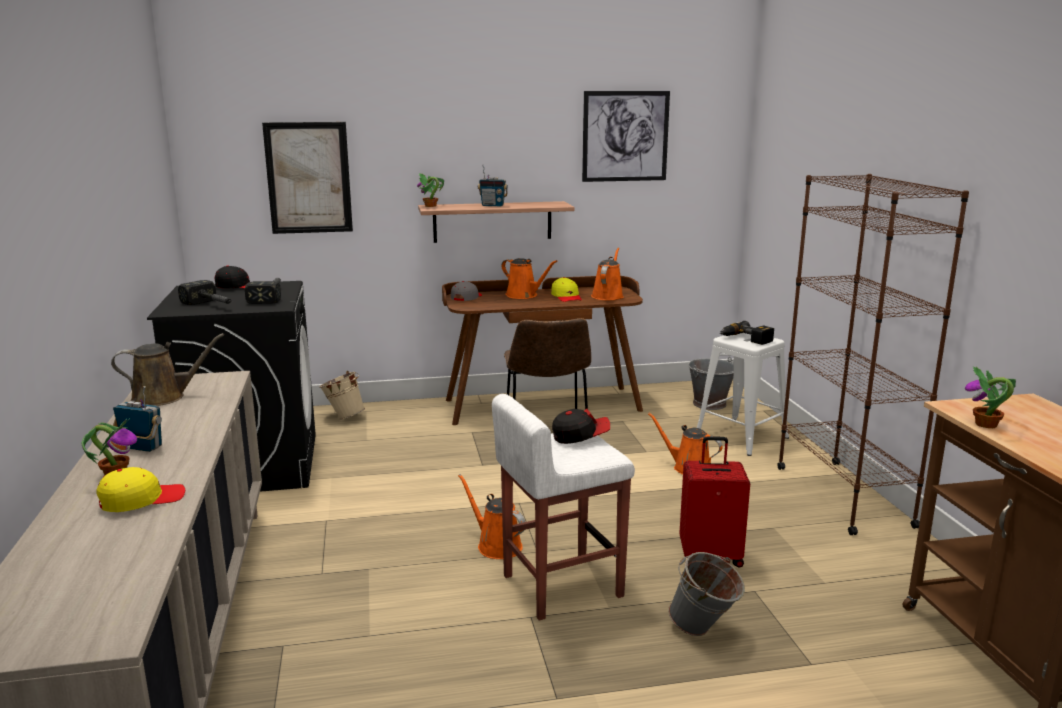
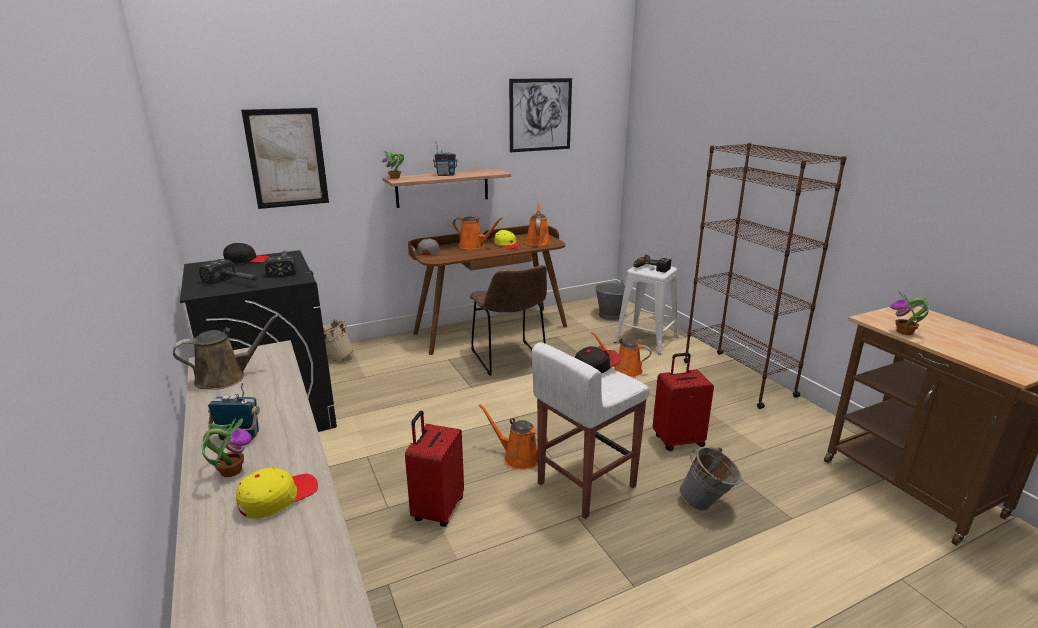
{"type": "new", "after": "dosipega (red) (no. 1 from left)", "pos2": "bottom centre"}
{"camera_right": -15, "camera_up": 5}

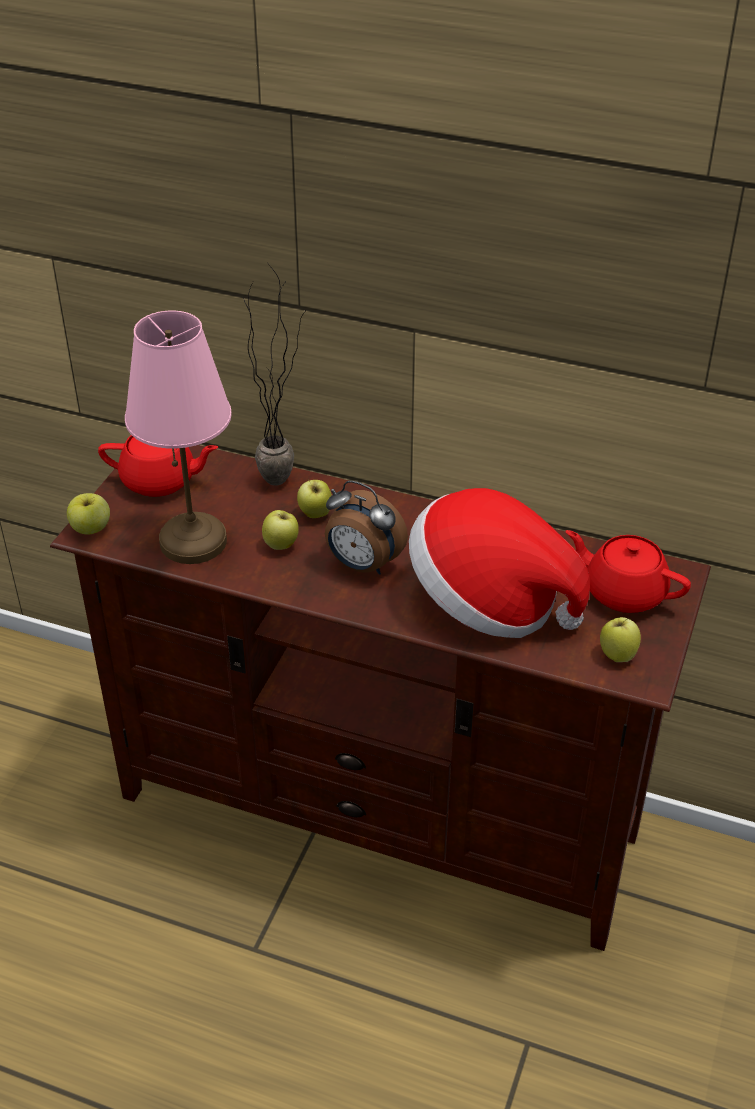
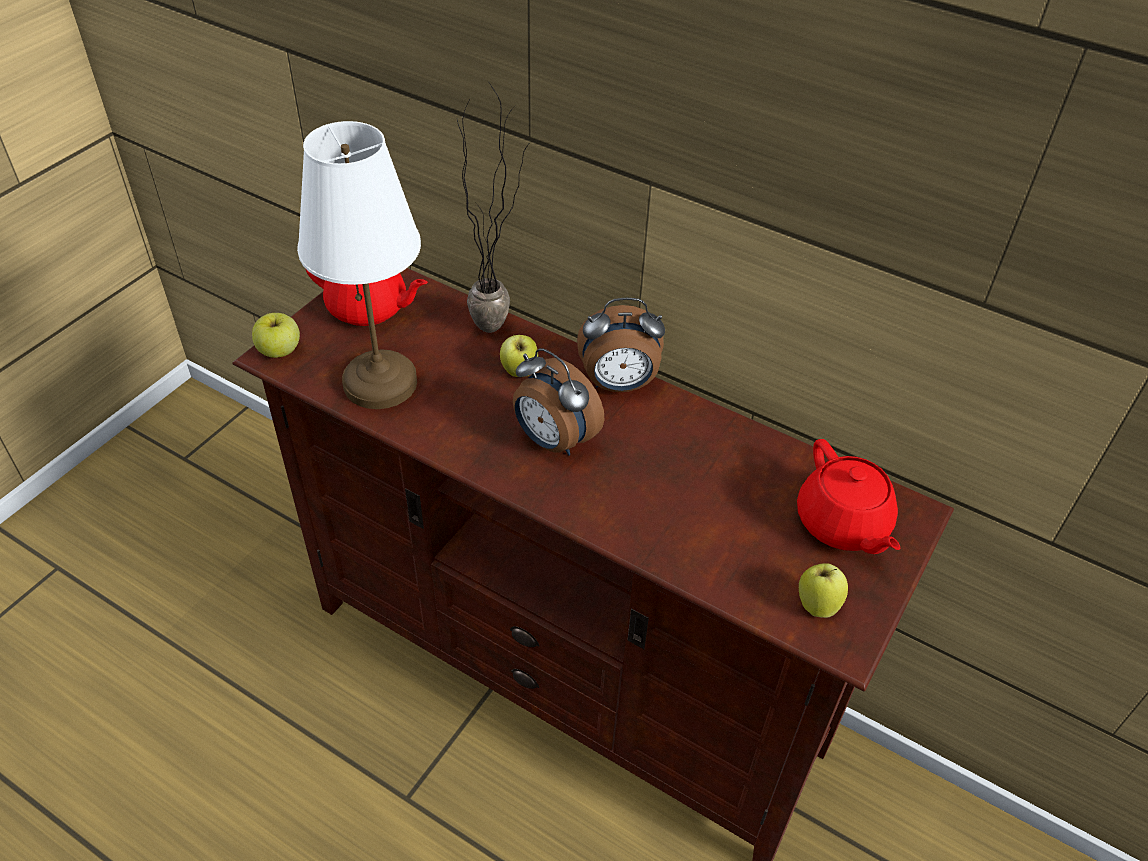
{"type": "repainted", "before": "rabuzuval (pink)", "after": "rabuzuval (white)", "pos1": "middle left", "pos2": "top left"}
{"type": "new", "after": "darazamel (no. 2 from left)", "pos2": "centre"}
{"type": "rotated", "before": "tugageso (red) (no. 2 from left)", "pos1": "middle right", "pos2": "middle right", "turn": -150}
{"type": "gone", "before": "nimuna (no. 2 from left)", "pos1": "centre"}
{"type": "gone", "before": "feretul", "pos1": "centre"}
{"camera_right": 10, "camera_up": 5}

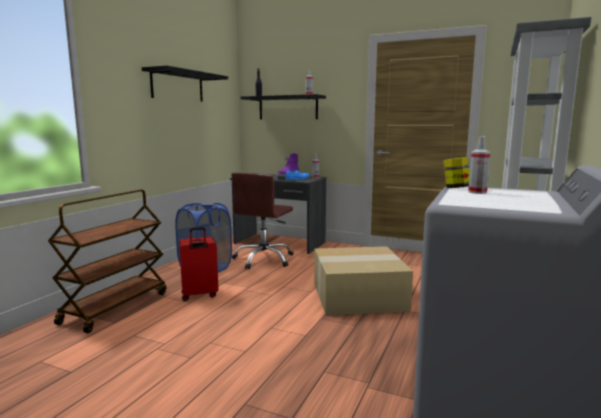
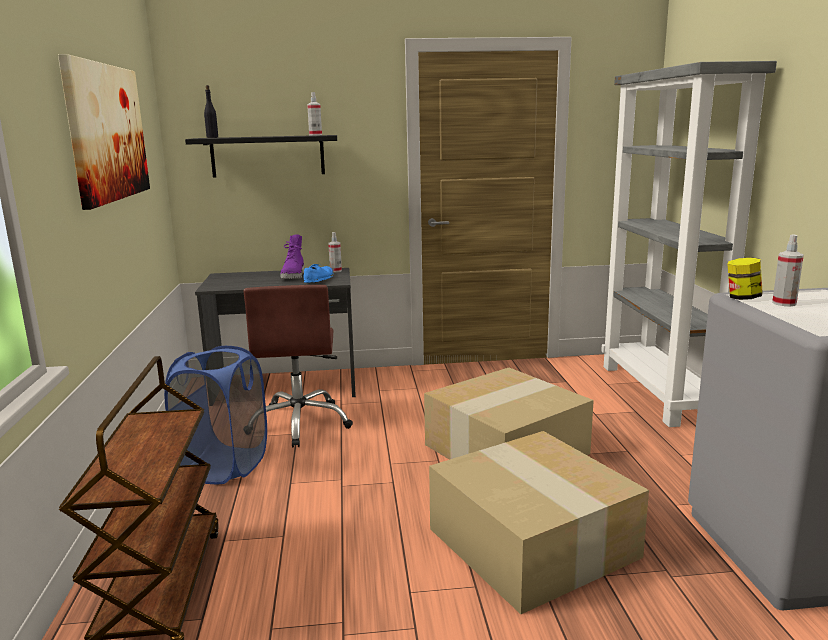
{"type": "swapped", "before": "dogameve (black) (no. 1 from left)", "after": "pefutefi", "pos1": "top left", "pos2": "top left"}
{"type": "new", "after": "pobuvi (no. 2 from left)", "pos2": "bottom centre"}
{"type": "gone", "before": "dosipega (red)", "pos1": "middle left"}
{"camera_right": -30, "camera_up": 5}

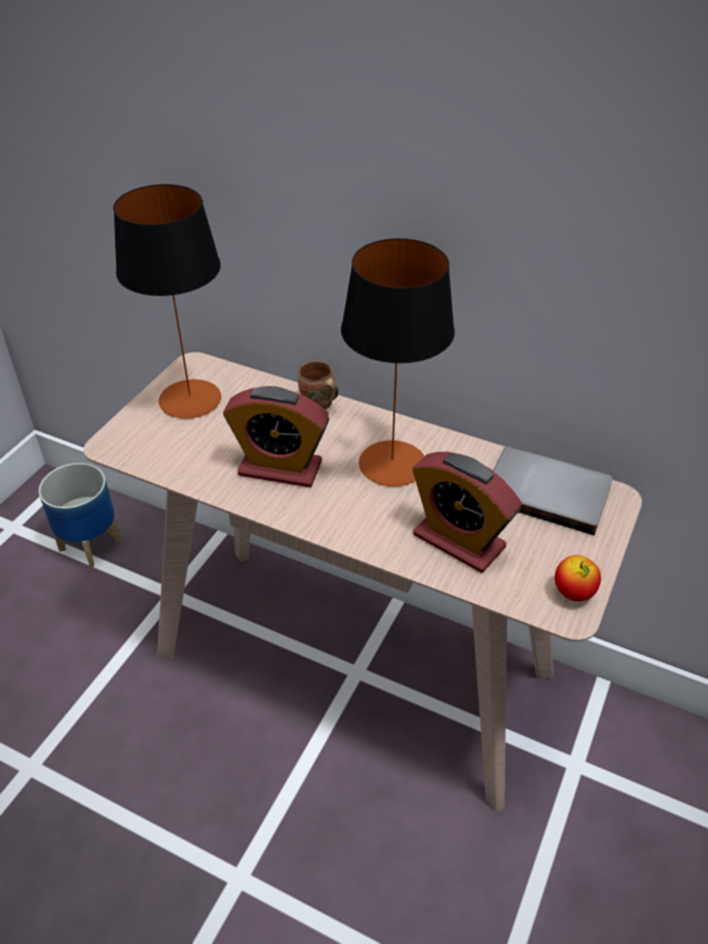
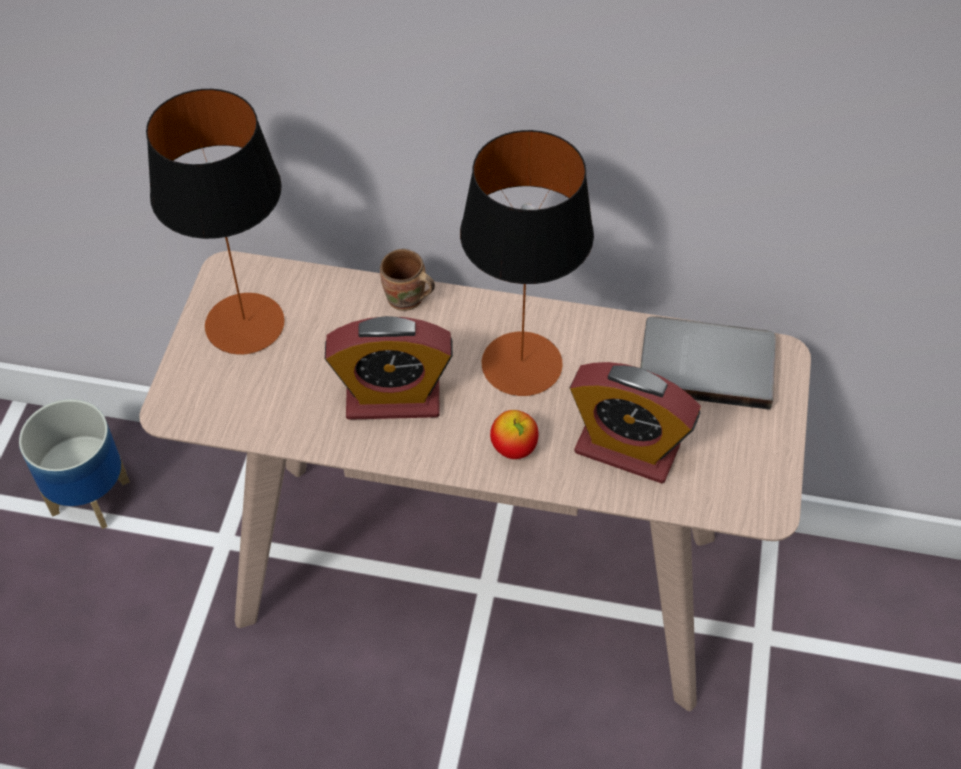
{"type": "shifted", "before": "nimuna", "pos1": "middle right", "pos2": "centre"}
{"camera_right": -15, "camera_up": 10}

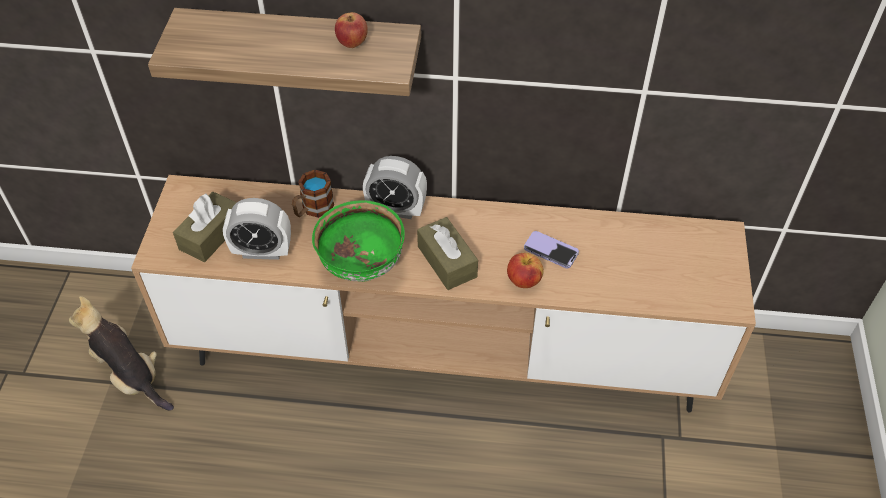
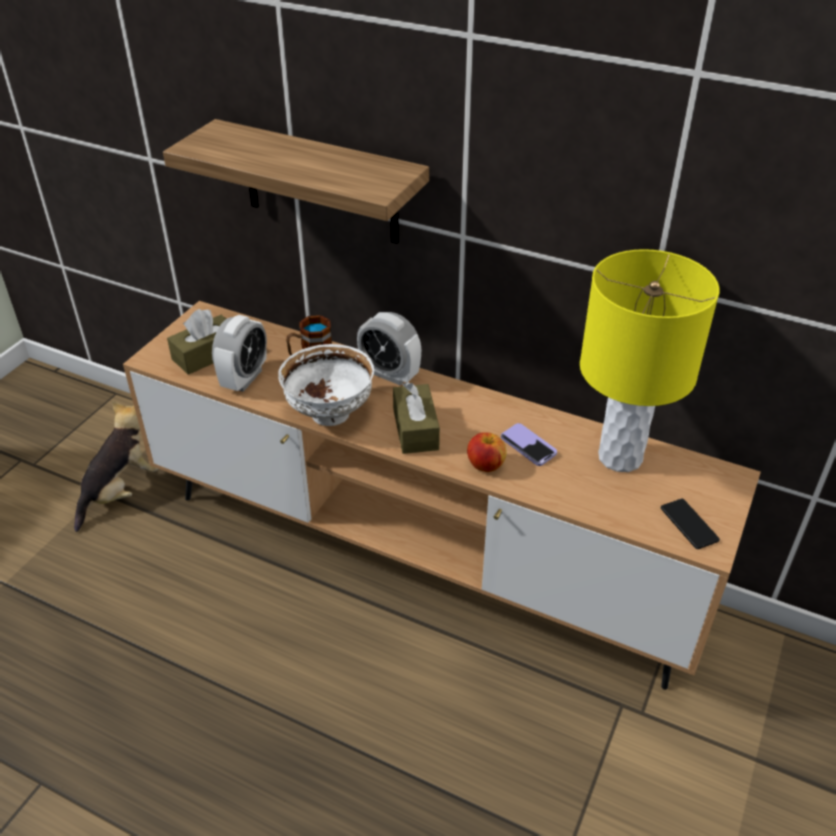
{"type": "rotated", "before": "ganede", "pos1": "bottom left", "pos2": "middle left", "turn": 60}
{"type": "rotated", "before": "darazamel (no. 1 from left)", "pos1": "middle left", "pos2": "middle left", "turn": -90}
{"type": "repainted", "before": "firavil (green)", "after": "firavil (white)", "pos1": "centre", "pos2": "centre"}
{"type": "new", "after": "rabuzuval (yellow)", "pos2": "middle right"}
{"type": "new", "after": "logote (no. 2 from left)", "pos2": "middle right"}
{"type": "gone", "before": "nimuna (no. 1 from left)", "pos1": "top centre"}
{"camera_right": 20, "camera_up": -10}

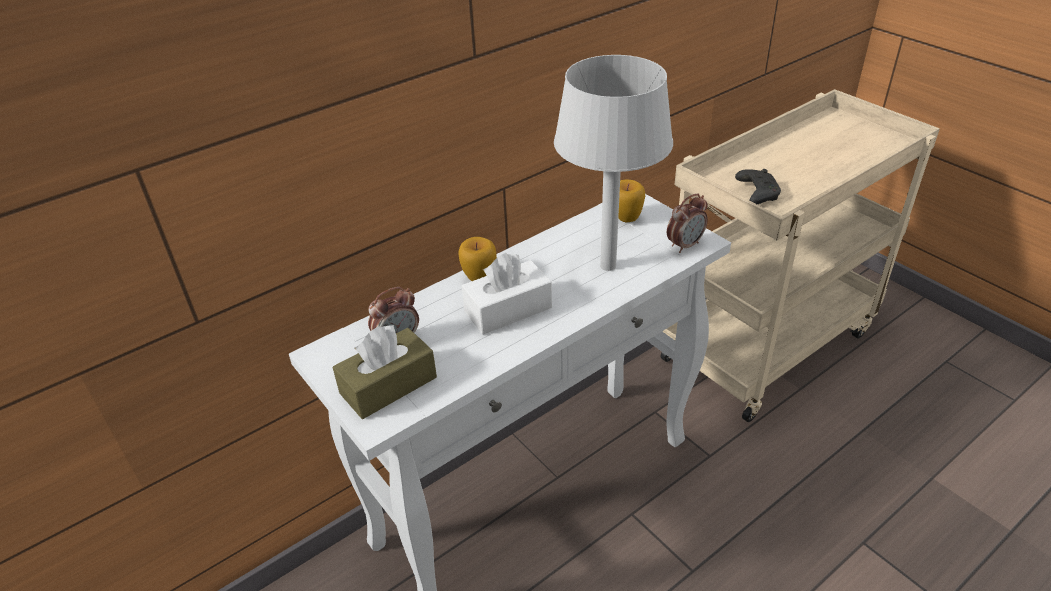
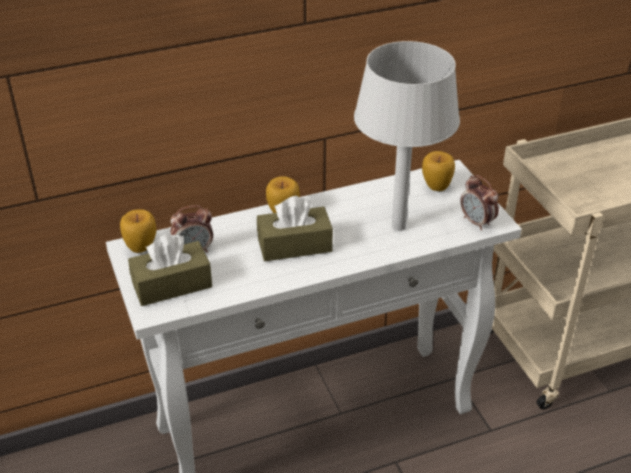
{"type": "new", "after": "nimuna (no. 1 from left)", "pos2": "middle left"}
{"type": "repainted", "before": "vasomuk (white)", "after": "vasomuk (brown) (no. 2 from left)", "pos1": "centre", "pos2": "centre"}
{"type": "rotated", "before": "darazamel (no. 2 from left)", "pos1": "centre", "pos2": "middle right", "turn": 75}
{"type": "gone", "before": "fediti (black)", "pos1": "top right"}
{"camera_right": 15, "camera_up": 0}

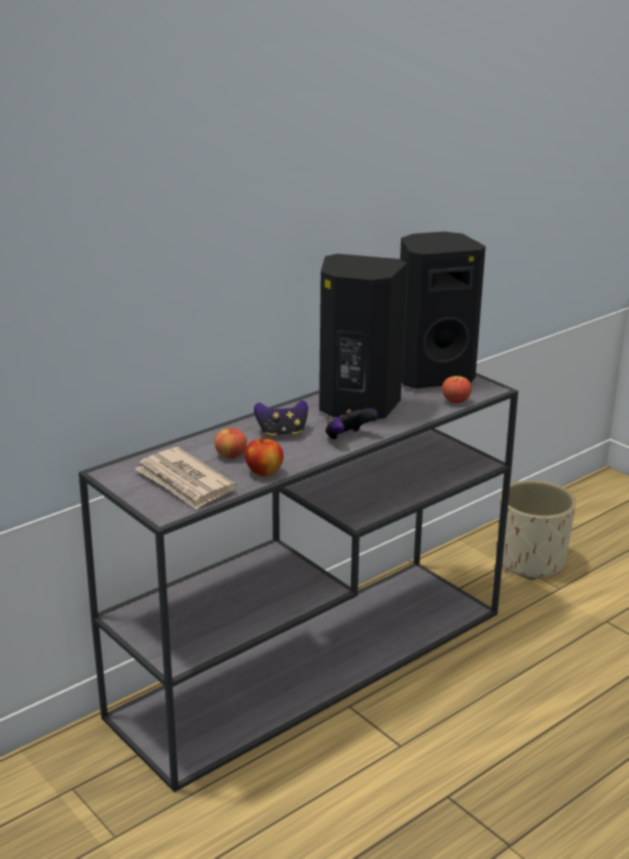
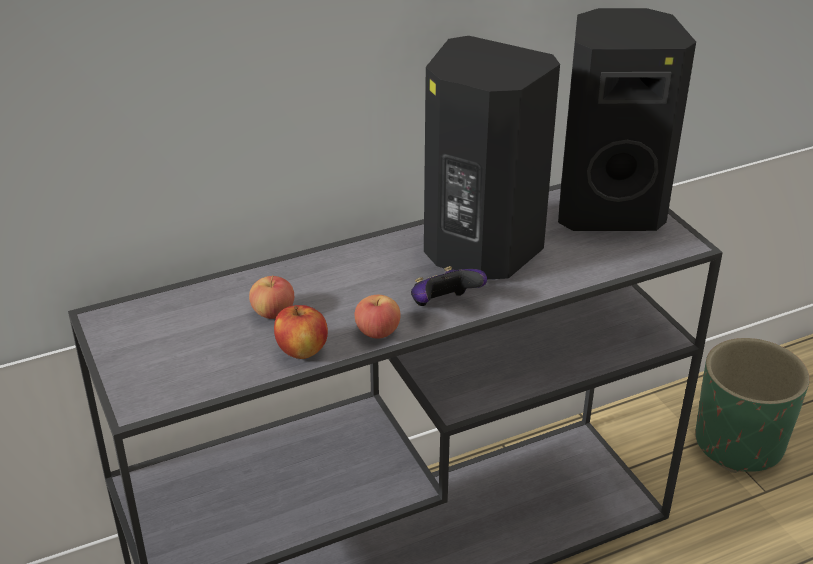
{"type": "shifted", "before": "nimuna (no. 3 from left)", "pos1": "middle right", "pos2": "centre"}
{"type": "repainted", "before": "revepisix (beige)", "after": "revepisix (green)", "pos1": "middle right", "pos2": "bottom right"}
{"type": "gone", "before": "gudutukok", "pos1": "middle left"}
{"type": "gone", "before": "fediti (no. 1 from left)", "pos1": "centre"}
{"camera_right": 15, "camera_up": 10}

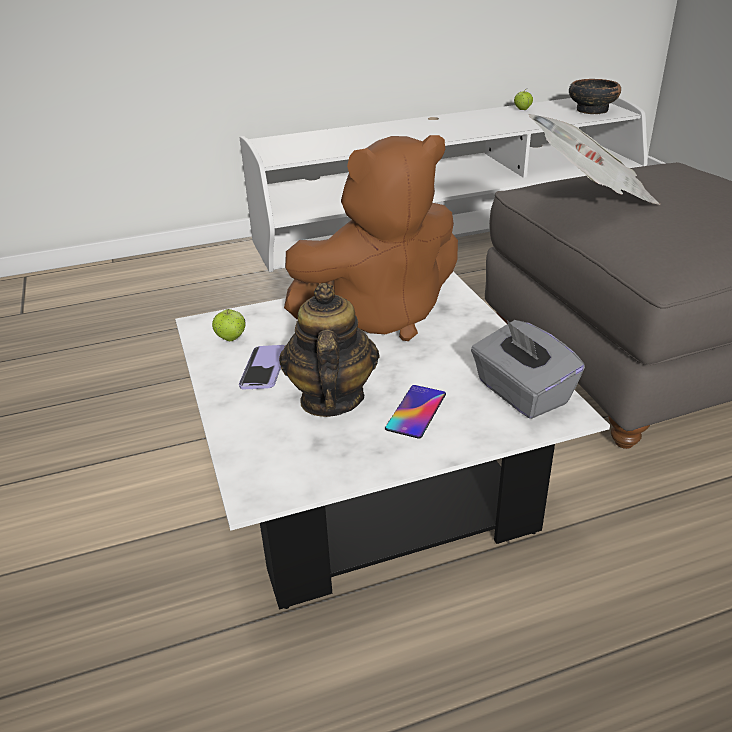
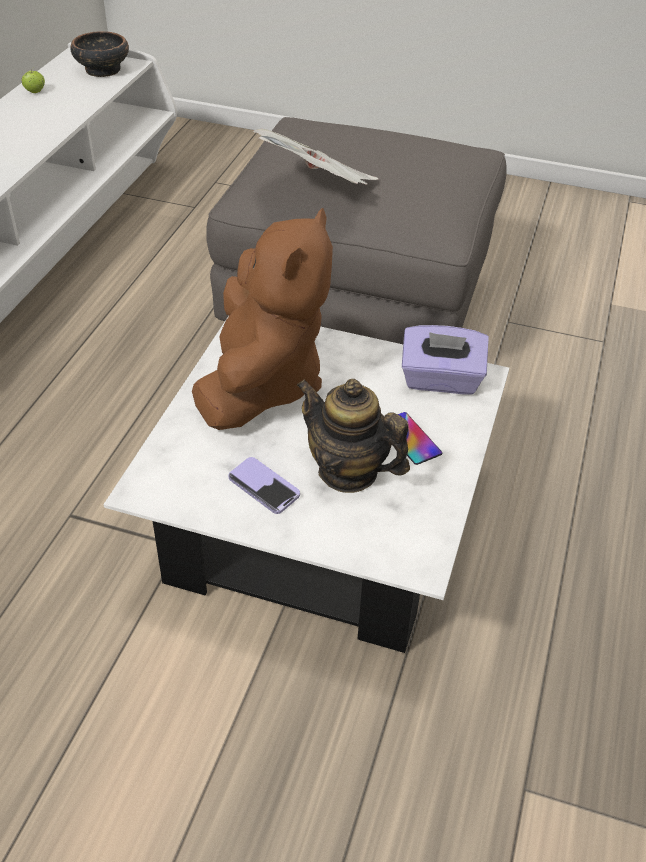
{"type": "repainted", "before": "vasomuk (grey)", "after": "vasomuk (purple)", "pos1": "middle right", "pos2": "middle right"}
{"type": "gone", "before": "nimuna (no. 1 from left)", "pos1": "middle left"}
{"camera_right": -55, "camera_up": 10}

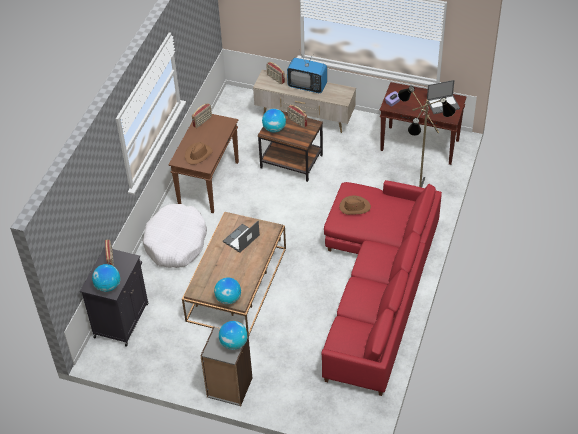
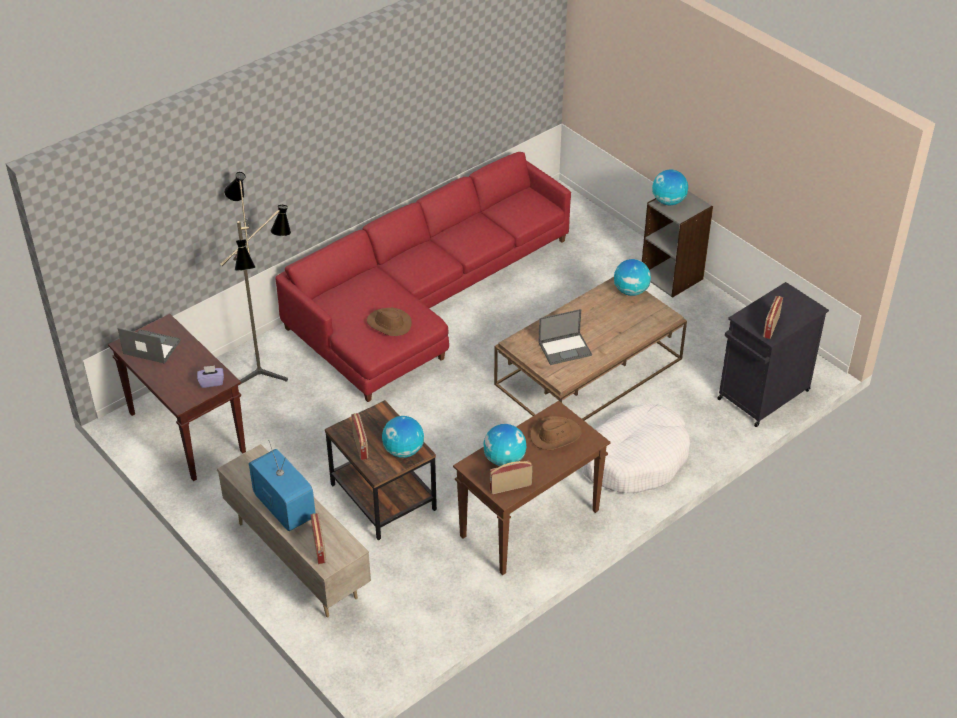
{"type": "shifted", "before": "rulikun (no. 1 from left in the first image)", "after": "rulikun (no. 2 from left)", "pos1": "middle left", "pos2": "centre"}
{"camera_right": -150, "camera_up": -5}

